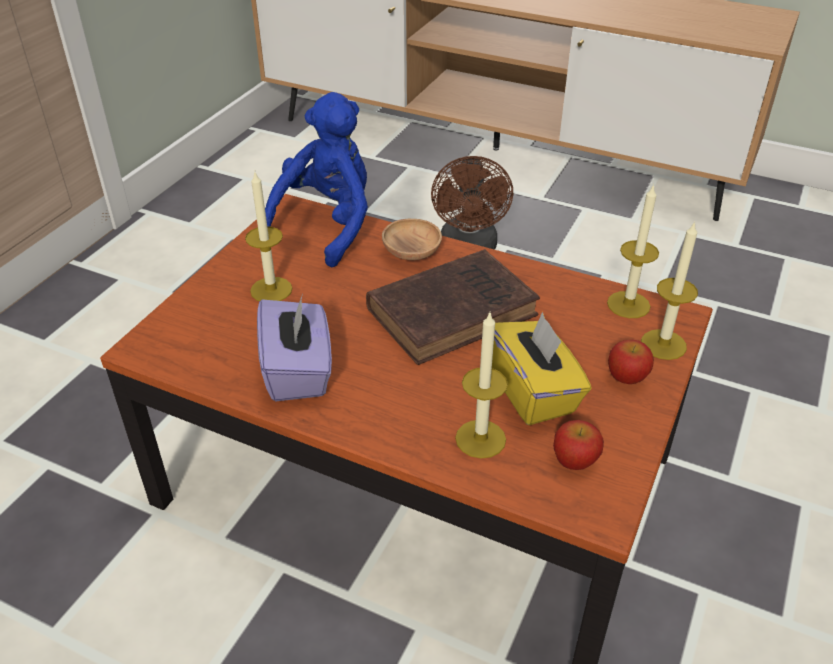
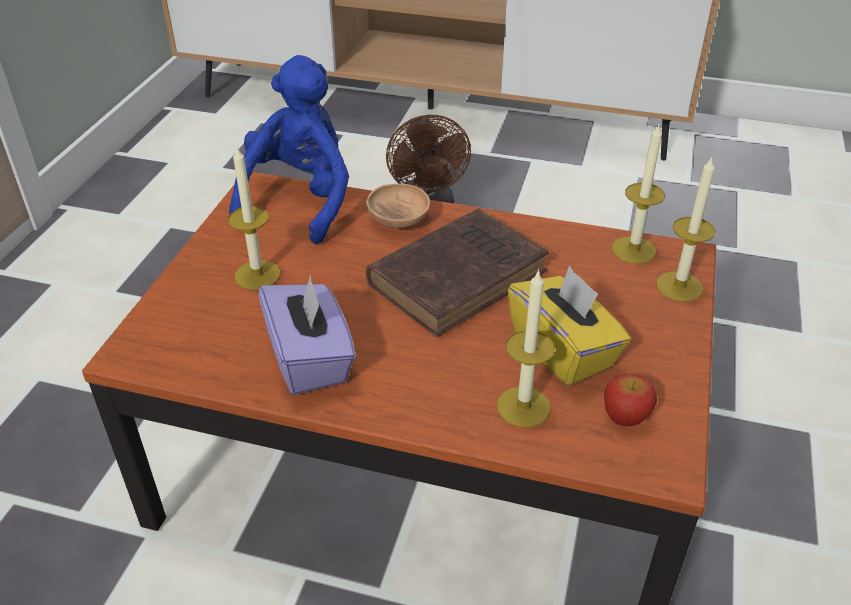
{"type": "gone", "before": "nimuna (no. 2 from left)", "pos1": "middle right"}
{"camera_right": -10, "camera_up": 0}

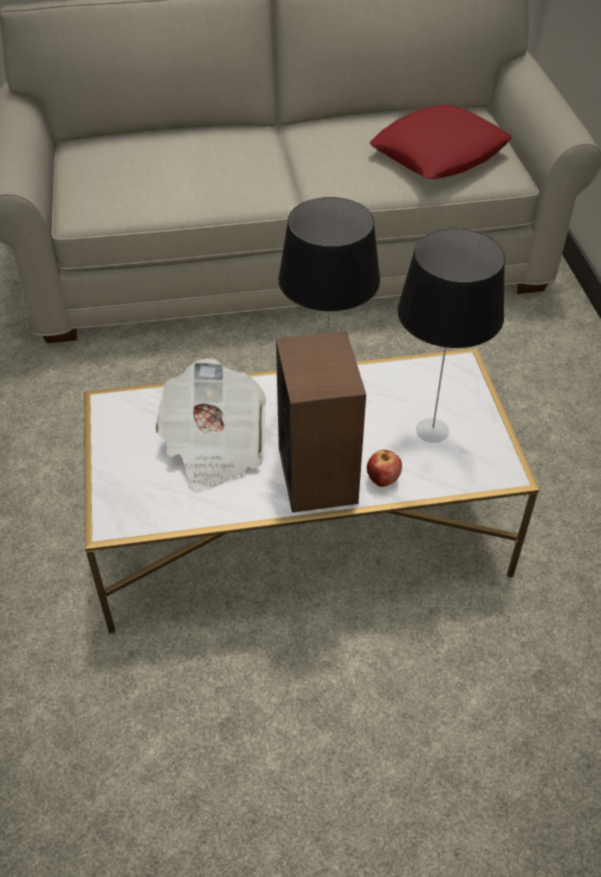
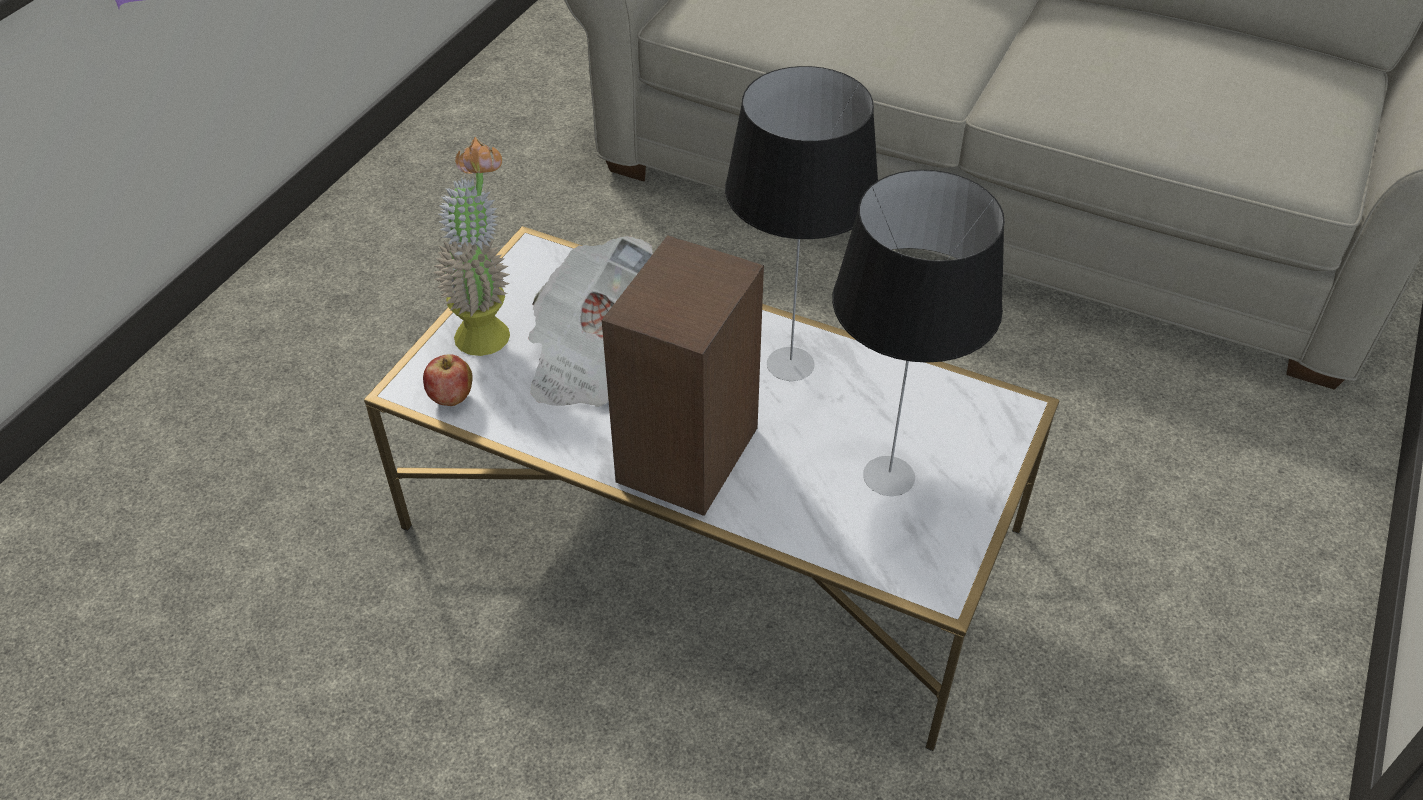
{"type": "shifted", "before": "nimuna", "pos1": "centre", "pos2": "middle left"}
{"type": "new", "after": "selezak", "pos2": "top left"}
{"type": "gone", "before": "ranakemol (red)", "pos1": "top right"}
{"camera_right": 35, "camera_up": 0}

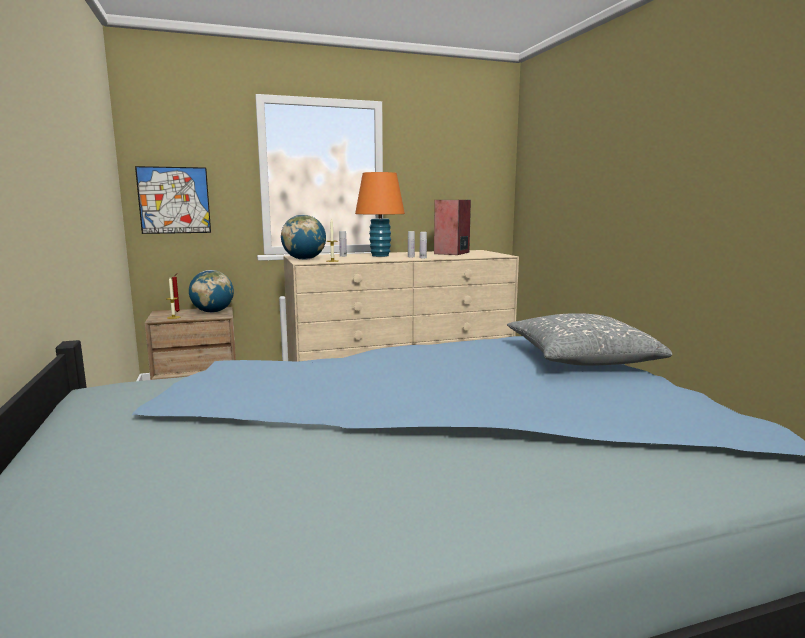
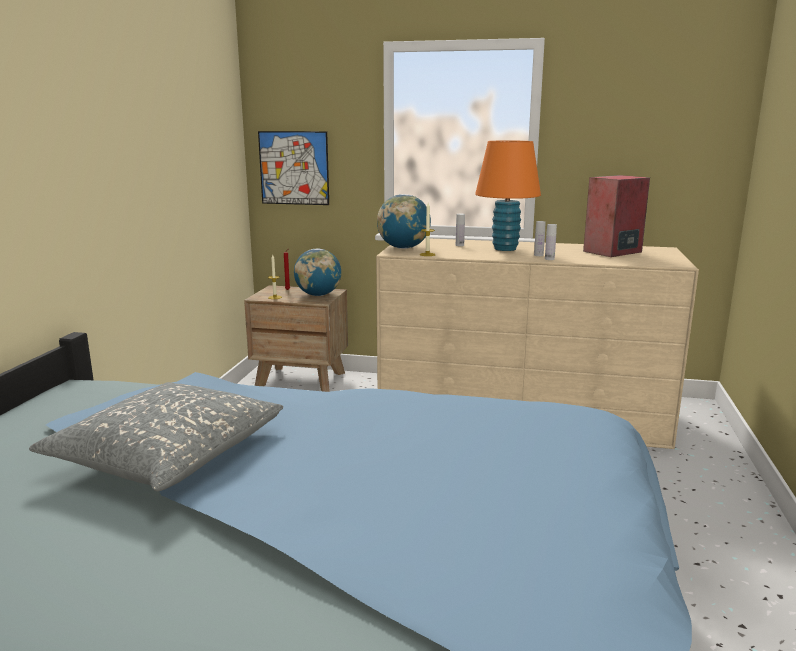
{"type": "shifted", "before": "ranakemol (grey)", "pos1": "middle right", "pos2": "bottom left"}
{"camera_right": 30, "camera_up": 5}

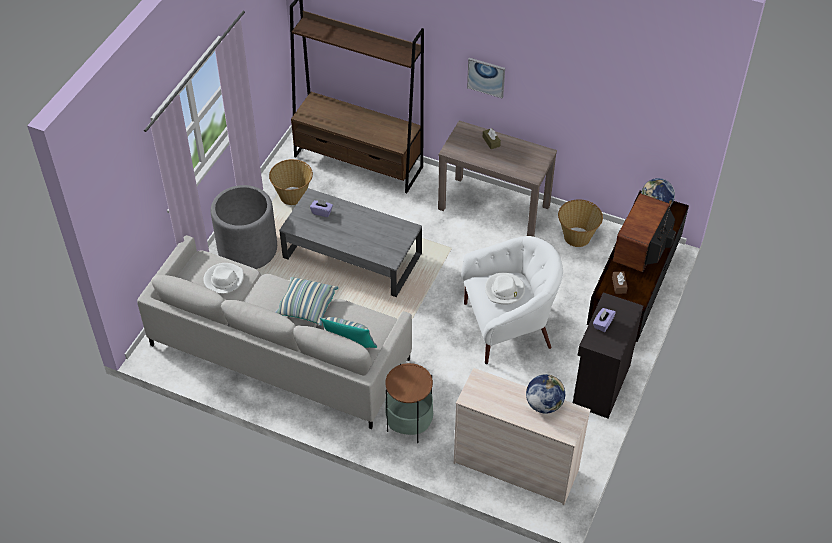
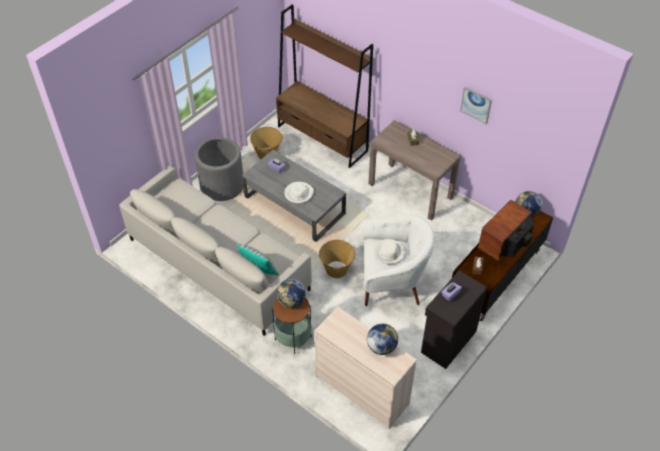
{"type": "new", "after": "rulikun (no. 1 from left)", "pos2": "centre"}
{"type": "shifted", "before": "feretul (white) (no. 1 from left)", "pos1": "middle left", "pos2": "centre"}
{"type": "shifted", "before": "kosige (no. 2 from left)", "pos1": "middle right", "pos2": "centre"}
{"type": "shifted", "before": "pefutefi", "pos1": "top centre", "pos2": "top right"}
{"type": "gone", "before": "ranakemol (no. 1 from left)", "pos1": "centre"}
{"camera_right": 15, "camera_up": 0}

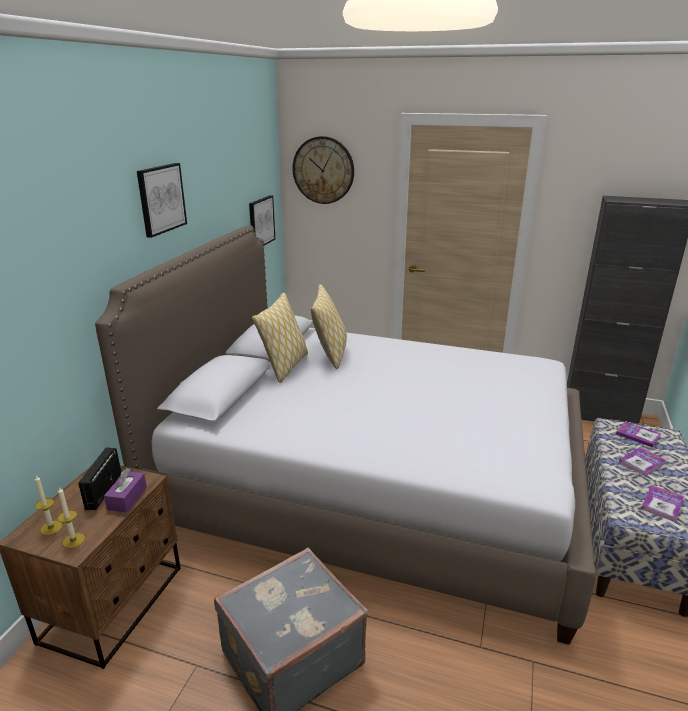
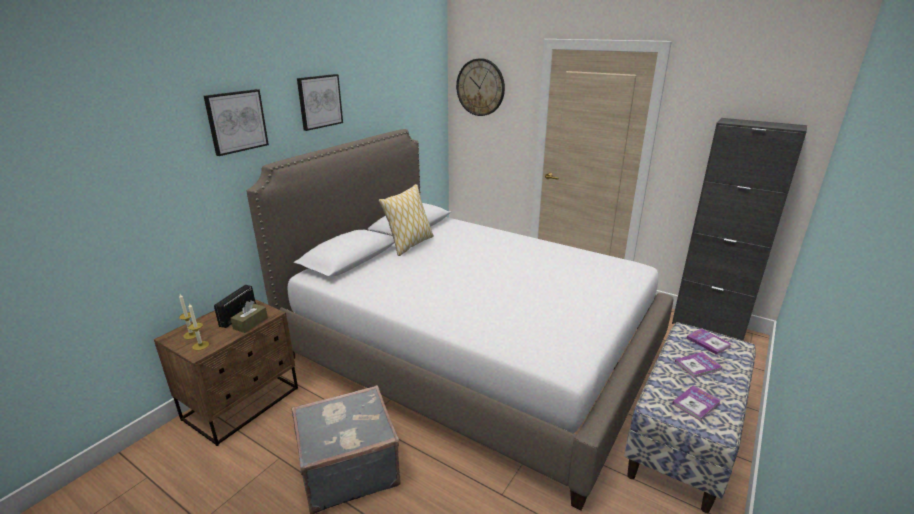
{"type": "shifted", "before": "pefutefi (no. 2 from left in the first image)", "after": "pefutefi (no. 1 from left)", "pos1": "top centre", "pos2": "top left"}
{"type": "repainted", "before": "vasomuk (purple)", "after": "vasomuk (brown)", "pos1": "bottom left", "pos2": "middle left"}
{"type": "gone", "before": "ranakemol (no. 2 from left)", "pos1": "centre"}
{"camera_right": 15, "camera_up": 0}

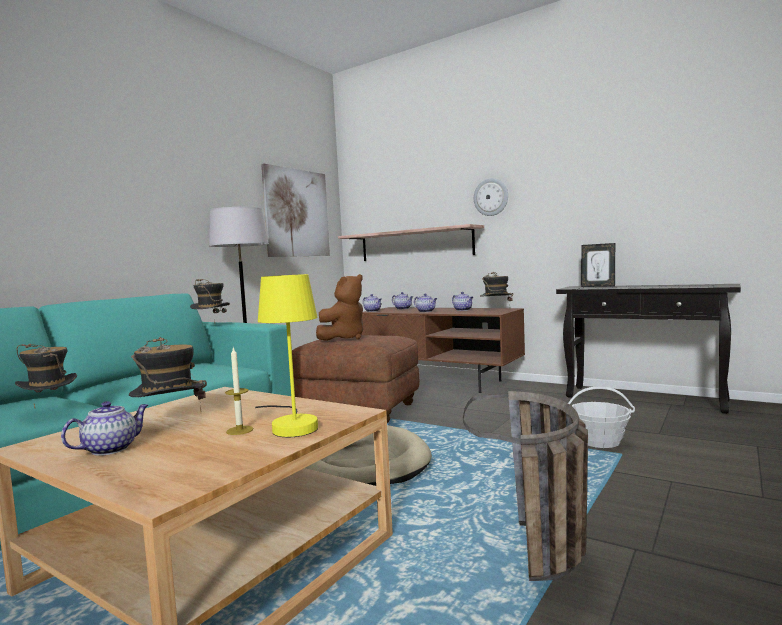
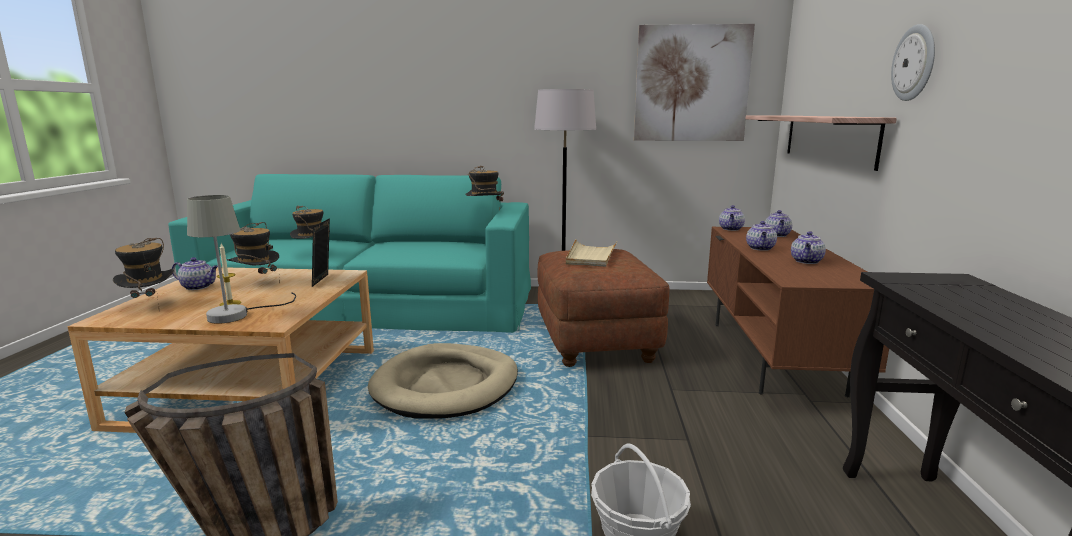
{"type": "shifted", "before": "feretul (no. 4 from left in the first image)", "after": "feretul (no. 1 from left)", "pos1": "centre", "pos2": "middle left"}
{"type": "repainted", "before": "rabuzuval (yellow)", "after": "rabuzuval (grey)", "pos1": "centre", "pos2": "middle left"}
{"type": "shifted", "before": "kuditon", "pos1": "middle right", "pos2": "middle left"}
{"type": "swapped", "before": "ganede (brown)", "after": "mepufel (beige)", "pos1": "centre", "pos2": "centre"}
{"camera_right": 60, "camera_up": 10}

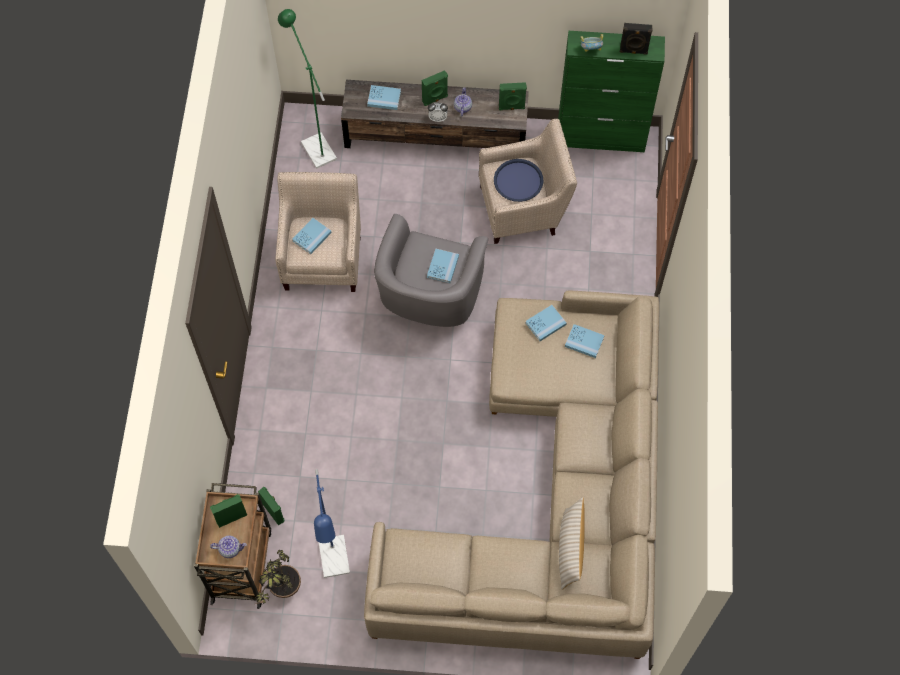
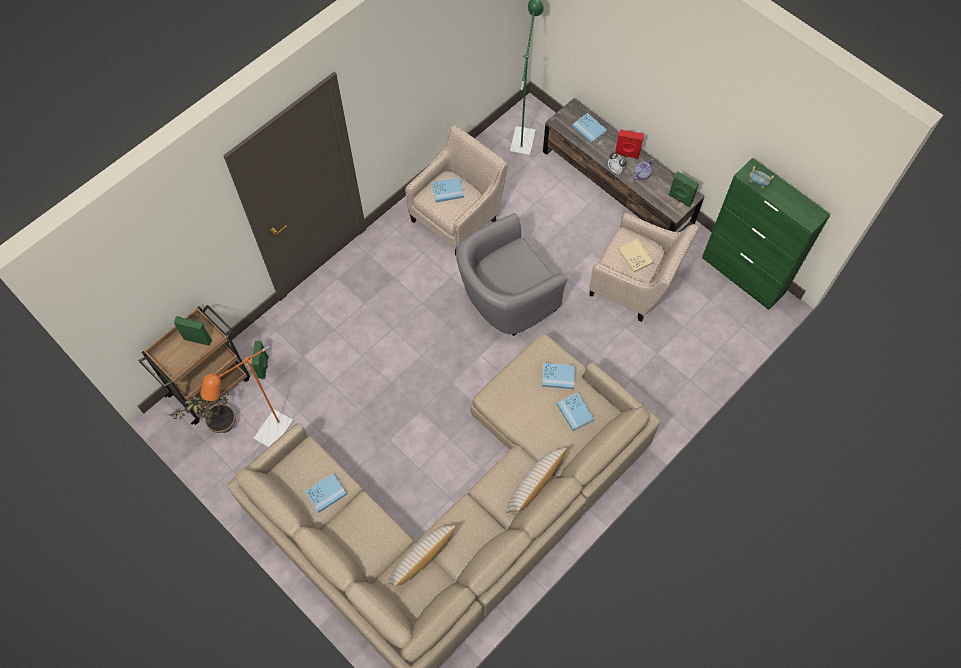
{"type": "repainted", "before": "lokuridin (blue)", "after": "lokuridin (orange)", "pos1": "bottom centre", "pos2": "middle left"}
{"type": "shifted", "before": "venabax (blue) (no. 3 from left in the first image)", "after": "venabax (blue) (no. 1 from left)", "pos1": "centre", "pos2": "bottom centre"}
{"type": "new", "after": "ranakemol (beige) (no. 2 from left)", "pos2": "bottom centre"}
{"type": "repainted", "before": "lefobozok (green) (no. 3 from left)", "after": "lefobozok (red)", "pos1": "top centre", "pos2": "top centre"}
{"type": "swapped", "before": "mepufel (blue)", "after": "venabax (beige)", "pos1": "top centre", "pos2": "centre"}
{"type": "gone", "before": "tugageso (no. 1 from left)", "pos1": "bottom left"}
{"type": "gone", "before": "lefobozok (black)", "pos1": "top right"}
{"camera_right": 40, "camera_up": 0}

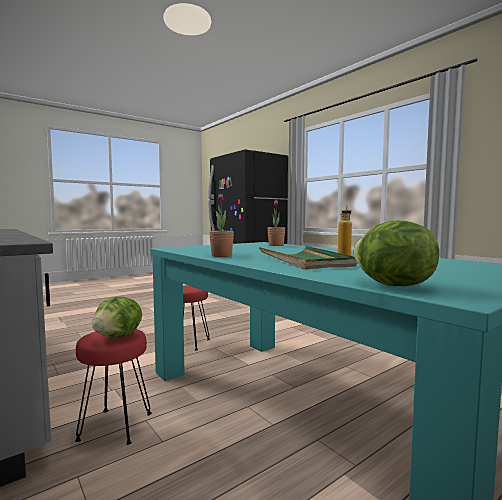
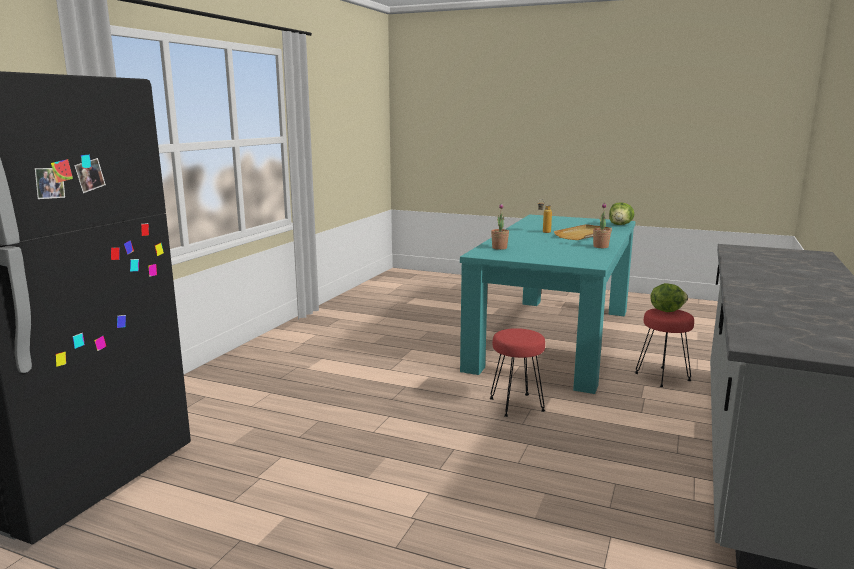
{"type": "repainted", "before": "mepufel (green)", "after": "mepufel (beige)", "pos1": "centre", "pos2": "middle right"}
{"camera_right": -120, "camera_up": 10}

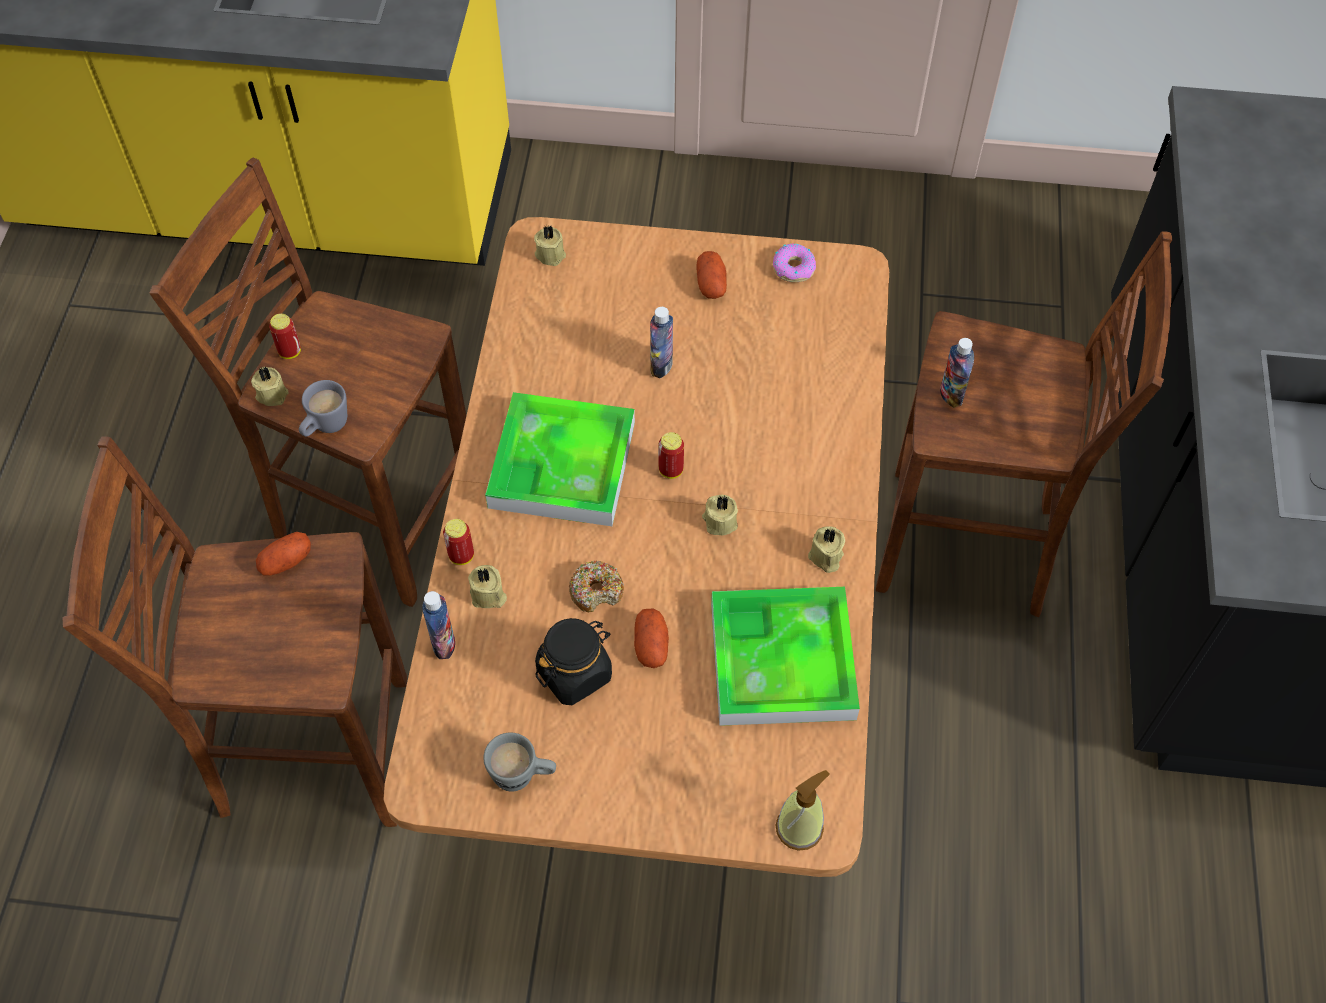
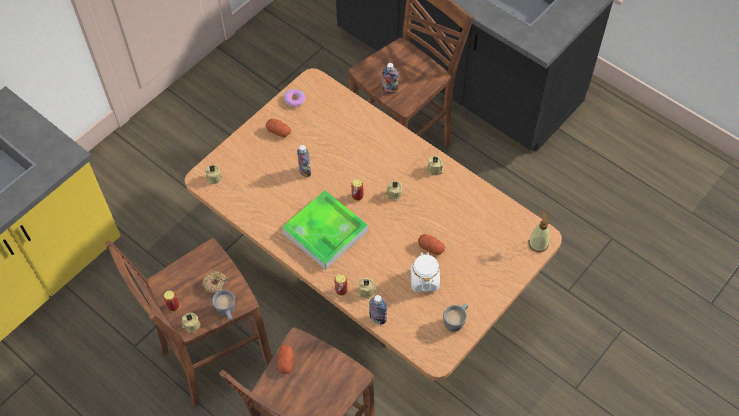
{"type": "shifted", "before": "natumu (no. 1 from left)", "pos1": "centre", "pos2": "bottom left"}
{"type": "repainted", "before": "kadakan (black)", "after": "kadakan (white)", "pos1": "centre", "pos2": "centre"}
{"type": "gone", "before": "mepufel (no. 2 from left)", "pos1": "centre"}
{"camera_right": -55, "camera_up": 0}

